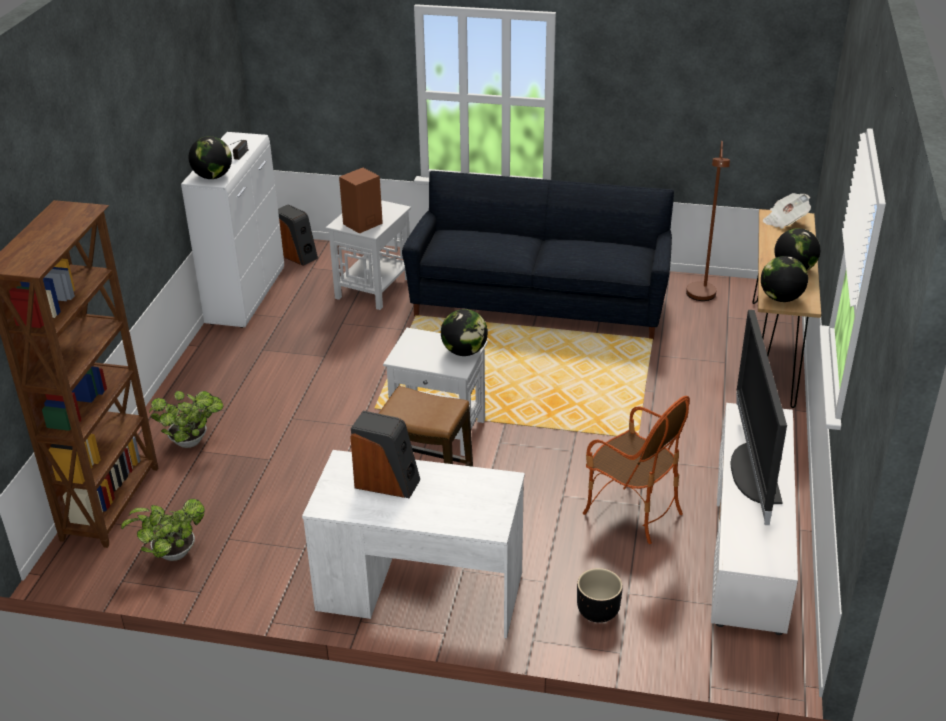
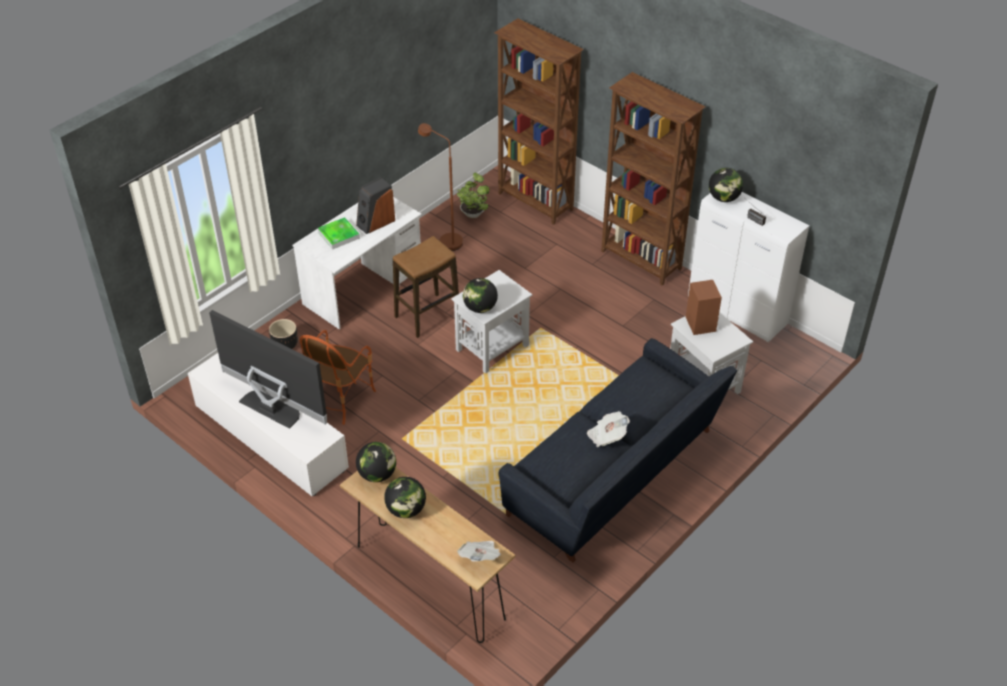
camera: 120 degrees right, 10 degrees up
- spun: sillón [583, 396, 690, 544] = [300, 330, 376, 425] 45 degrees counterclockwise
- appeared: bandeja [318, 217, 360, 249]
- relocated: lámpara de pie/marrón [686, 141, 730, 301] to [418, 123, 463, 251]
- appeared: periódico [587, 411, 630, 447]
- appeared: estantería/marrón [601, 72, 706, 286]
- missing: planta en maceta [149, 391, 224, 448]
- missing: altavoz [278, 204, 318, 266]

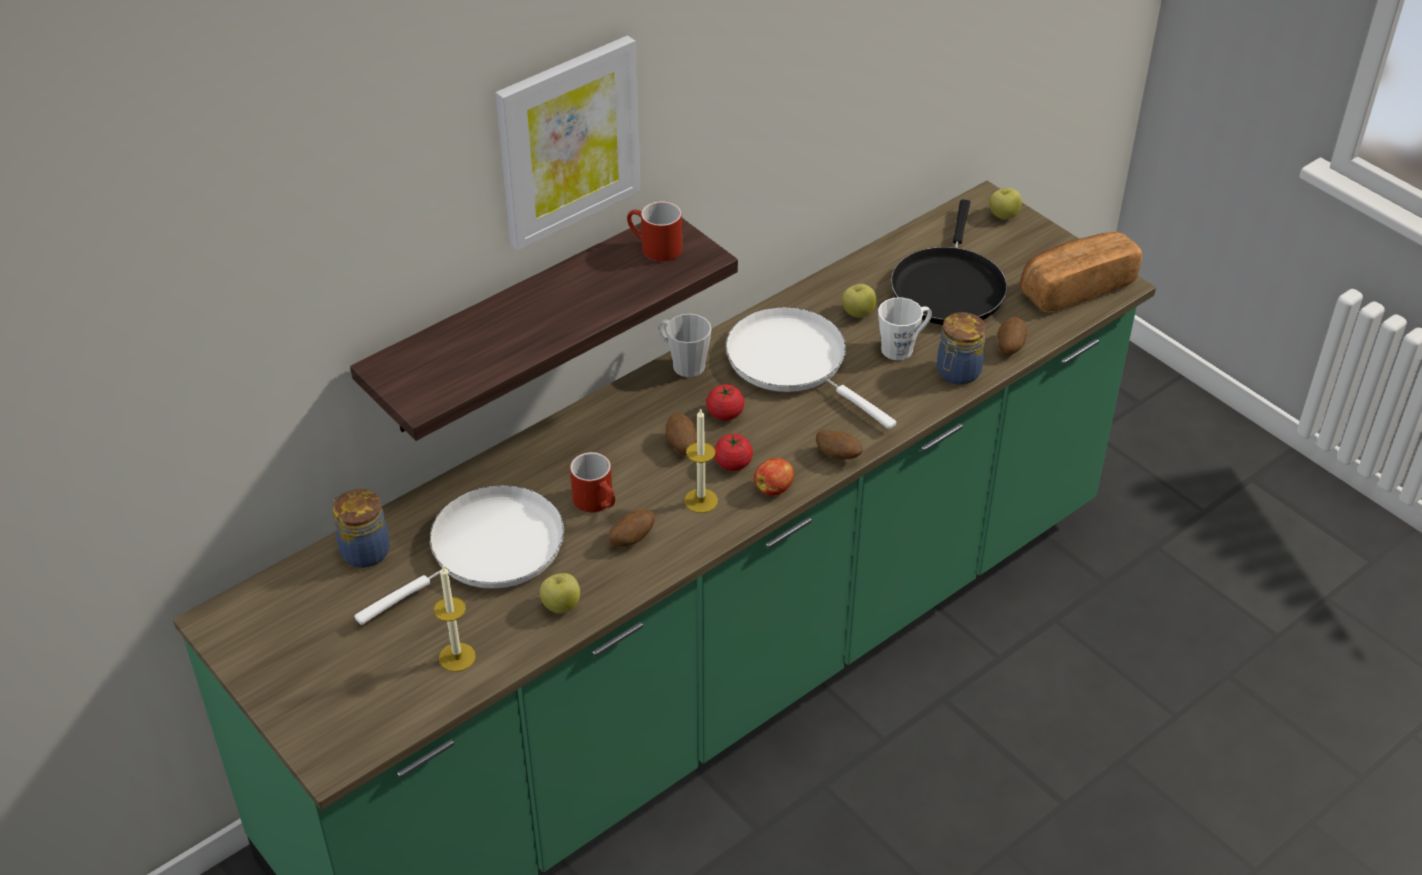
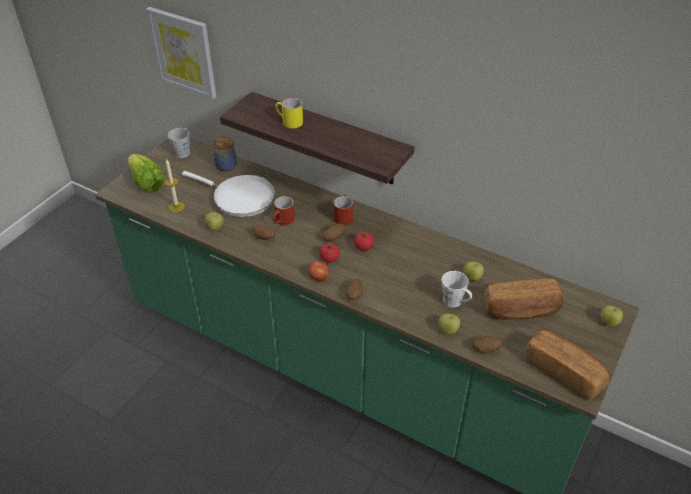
camera: 70 degrees right, 0 degrees up
- appeared: lechuga [128, 154, 165, 193]
- relocated: cuadro [495, 36, 641, 250] to [146, 7, 216, 99]
- relocated: taza grande/gris [659, 314, 711, 377] to [168, 128, 190, 158]
- appeared: taza grande/amarillo [275, 98, 303, 128]
- relocated: taza grande/rojo [627, 201, 682, 262] to [333, 195, 353, 225]
- exchanged: tarro [937, 312, 986, 385] to manzana [438, 313, 460, 334]
- exchanged: sartén/negro [891, 199, 1007, 325] to pan [484, 279, 564, 320]
- missing: vela [684, 408, 718, 513]
- missing: sartén/blanco [726, 307, 896, 429]

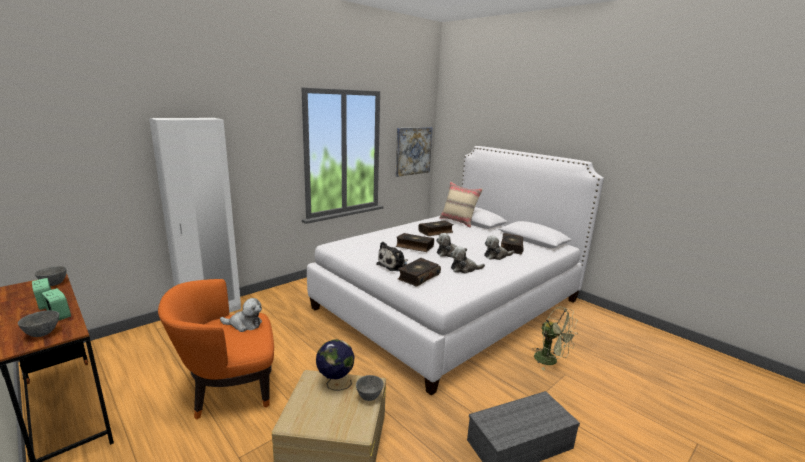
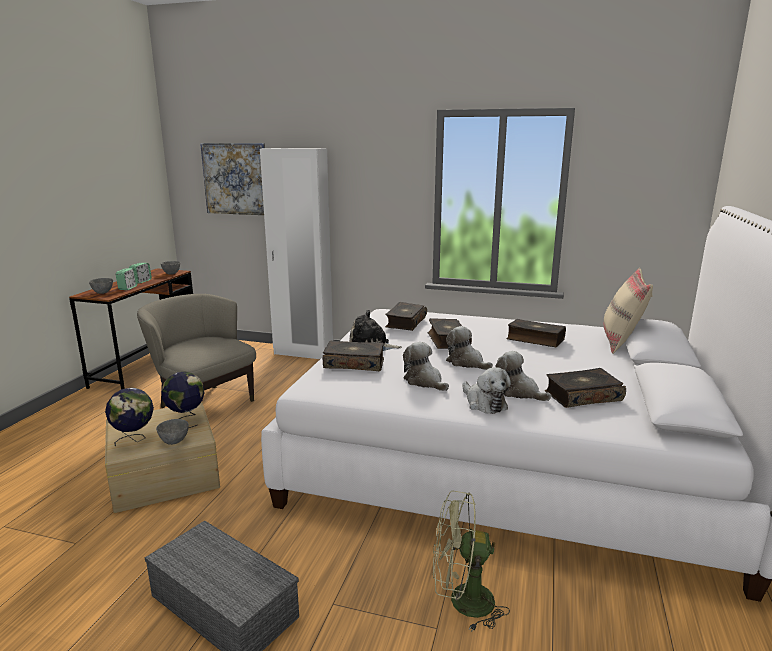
camera: 60 degrees right, 0 degrees up
- appeared: globo terráqueo [105, 388, 154, 446]
- colour: sillón/naranja [158, 279, 274, 420] to sillón/beis [137, 294, 256, 408]
- relocated: cuadro [395, 127, 433, 177] to [200, 143, 265, 215]
- appeared: libro [385, 302, 427, 331]
- spun: ventilador/verde [533, 307, 578, 371] = [433, 491, 510, 632] 75 degrees clockwise
- relocated: peluche [220, 298, 262, 332] to [463, 367, 511, 414]

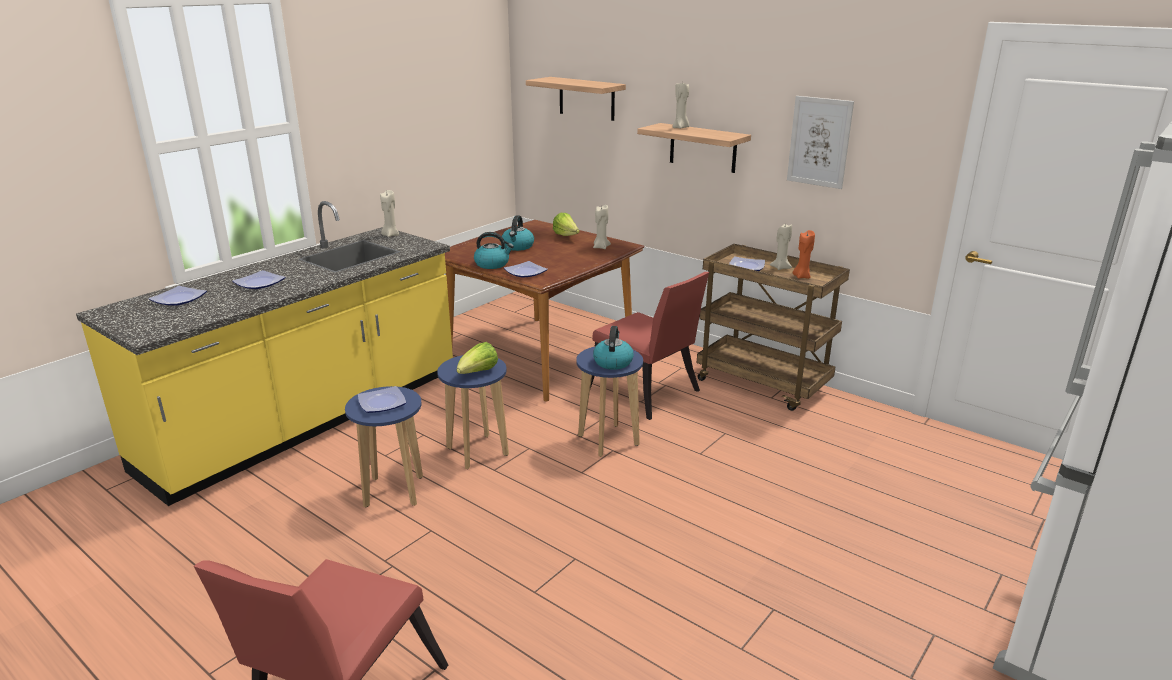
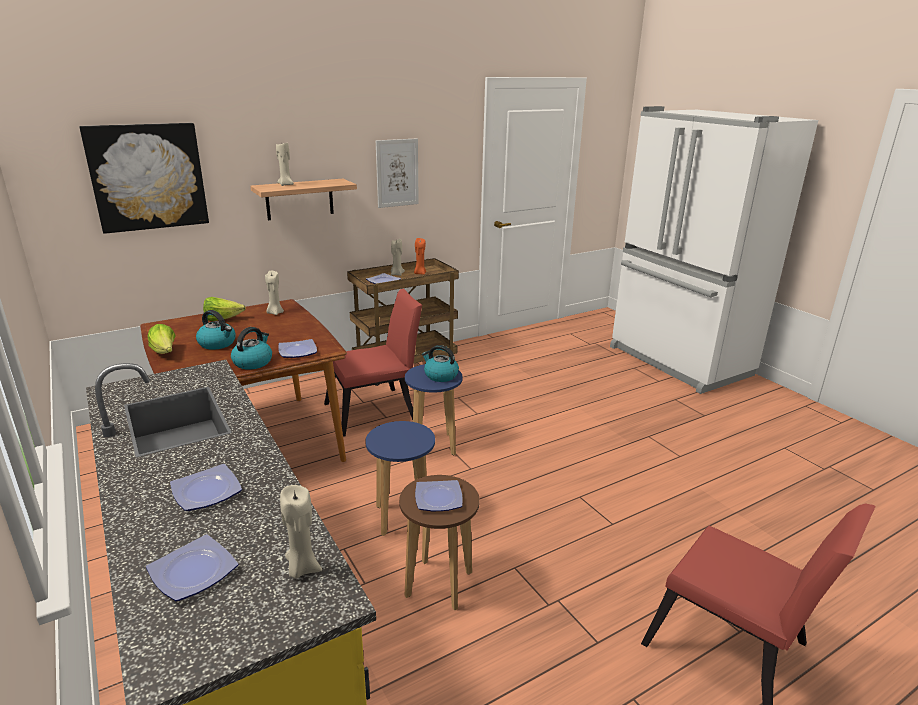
camera: 70 degrees left, 0 degrees up
- exchanged: estante [526, 77, 626, 121] to cuadro [79, 123, 209, 234]
- relocated: lechuga [457, 342, 498, 374] to [147, 324, 176, 354]
- relocated: vela/beis [380, 190, 399, 237] to [280, 485, 322, 579]
- colour: taburete/azul [345, 386, 423, 508] to taburete/marrón [399, 475, 480, 611]

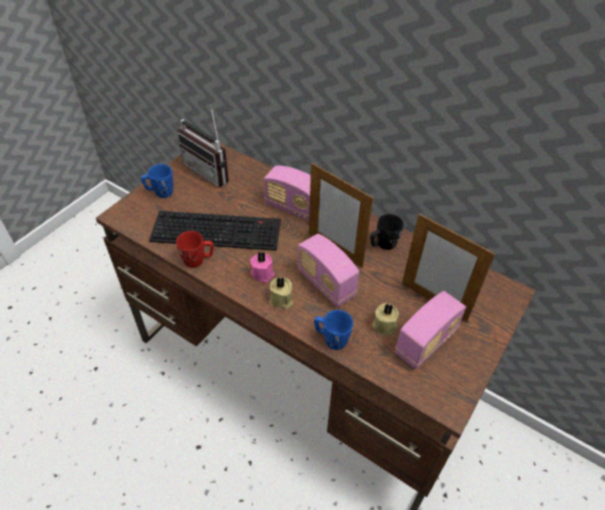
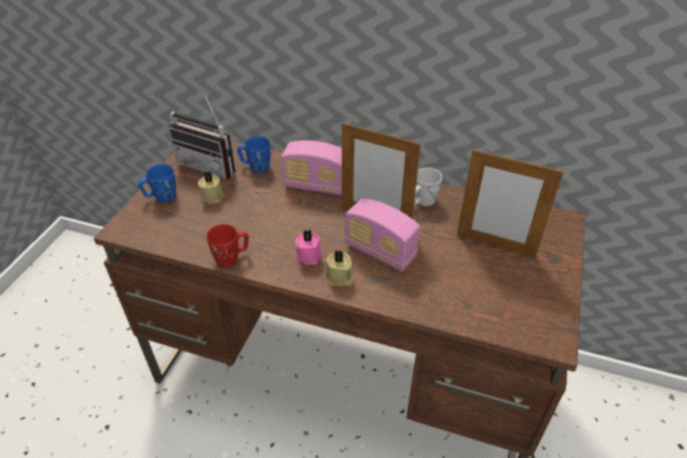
camera: 15 degrees left, 5 degrees down
- relocated: vela/beis [372, 303, 399, 335] to [198, 171, 224, 204]
- relocated: taza grande/azul [314, 310, 353, 350] to [237, 136, 271, 173]
- colour: taza grande/negro [370, 214, 404, 250] to taza grande/blanco [414, 167, 442, 206]
- missing: teclado [149, 211, 281, 251]
- missing: radio [395, 291, 466, 369]

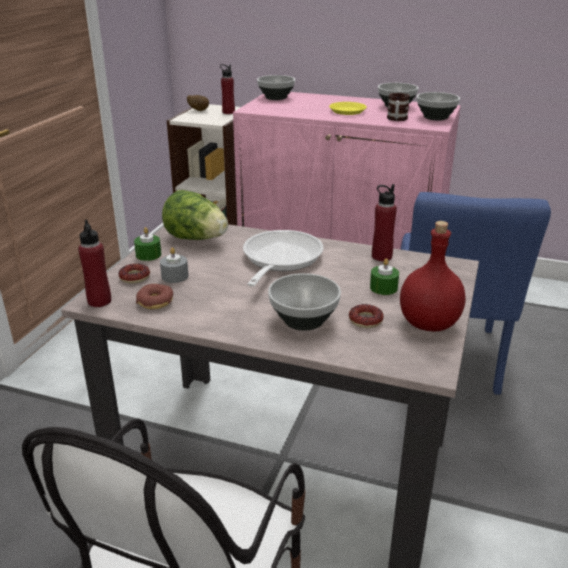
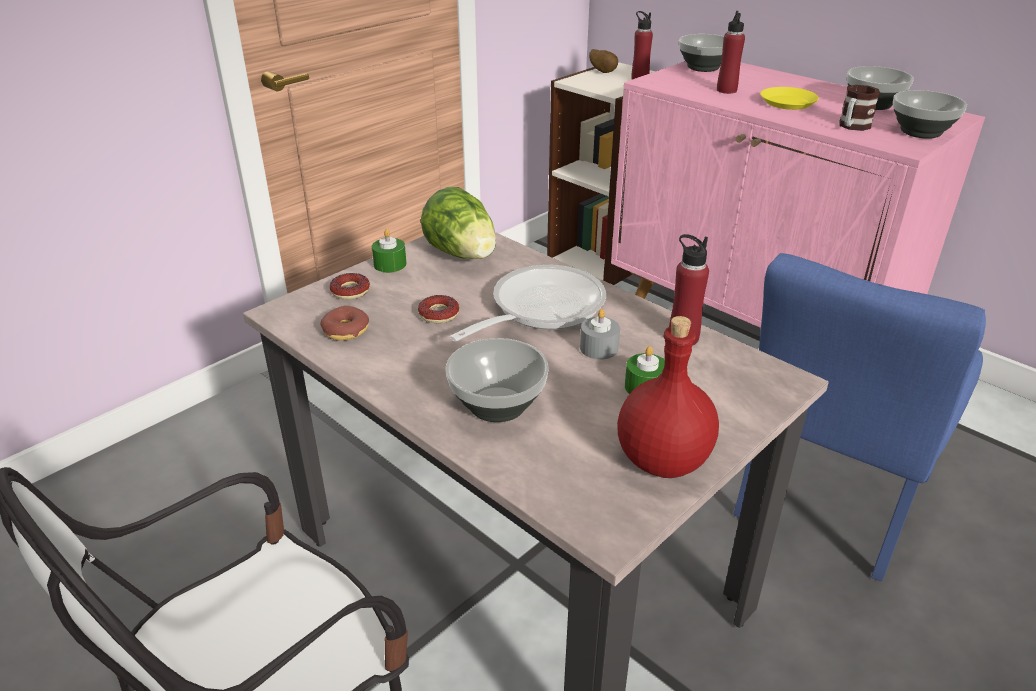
camera: 25 degrees right, 5 degrees up
- relocated: rosquilla [349, 304, 384, 328] to [418, 295, 459, 323]
- relocated: vela/gris [160, 247, 189, 283] to [580, 309, 620, 359]
- relocated: botella/rojo [78, 220, 111, 307] to [717, 11, 745, 94]

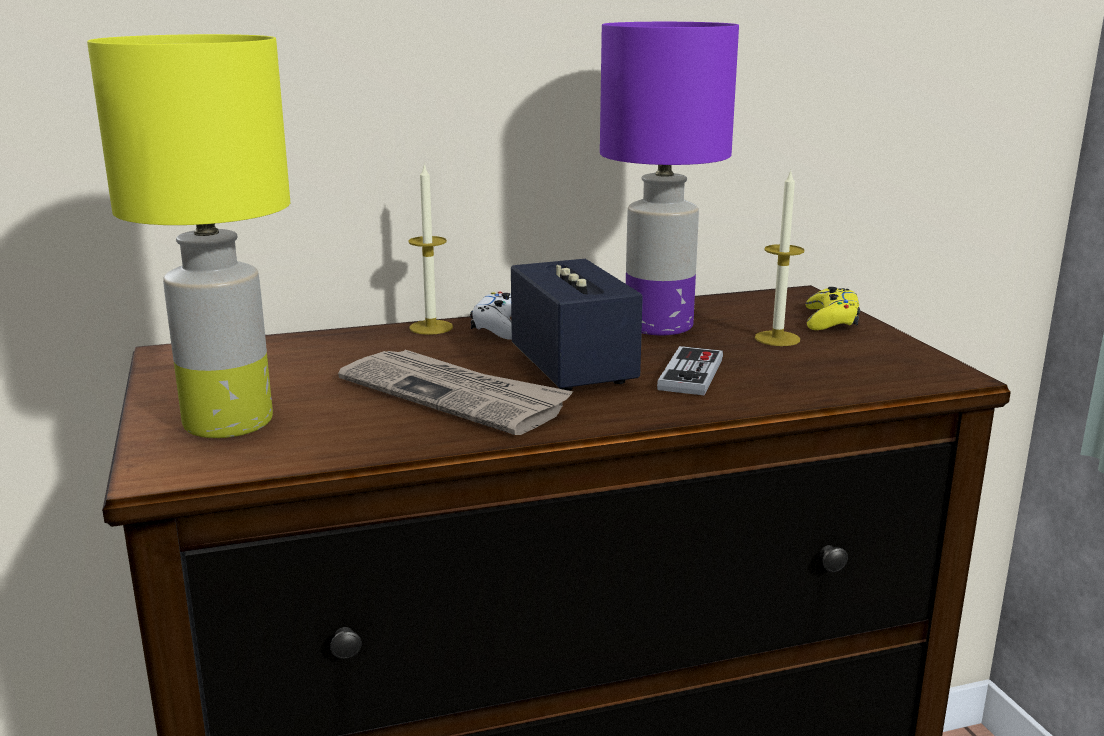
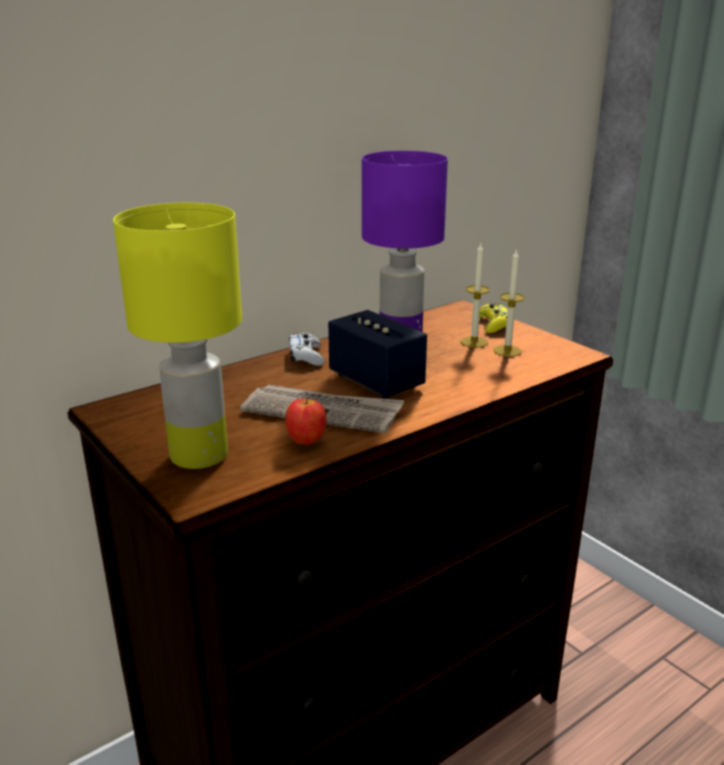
camera: 20 degrees left, 5 degrees up
- appeared: manzana [285, 397, 327, 445]
- relocated: vela [408, 163, 453, 335] to [494, 249, 525, 357]
- missing: mando de consola [657, 346, 723, 395]

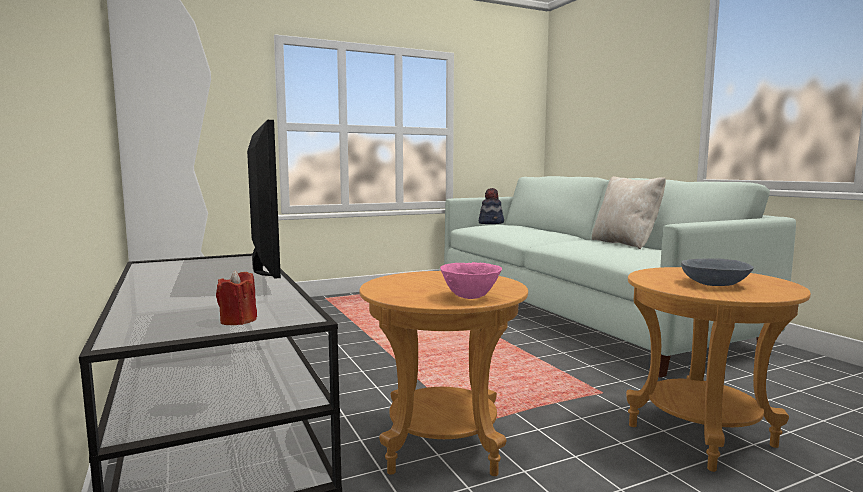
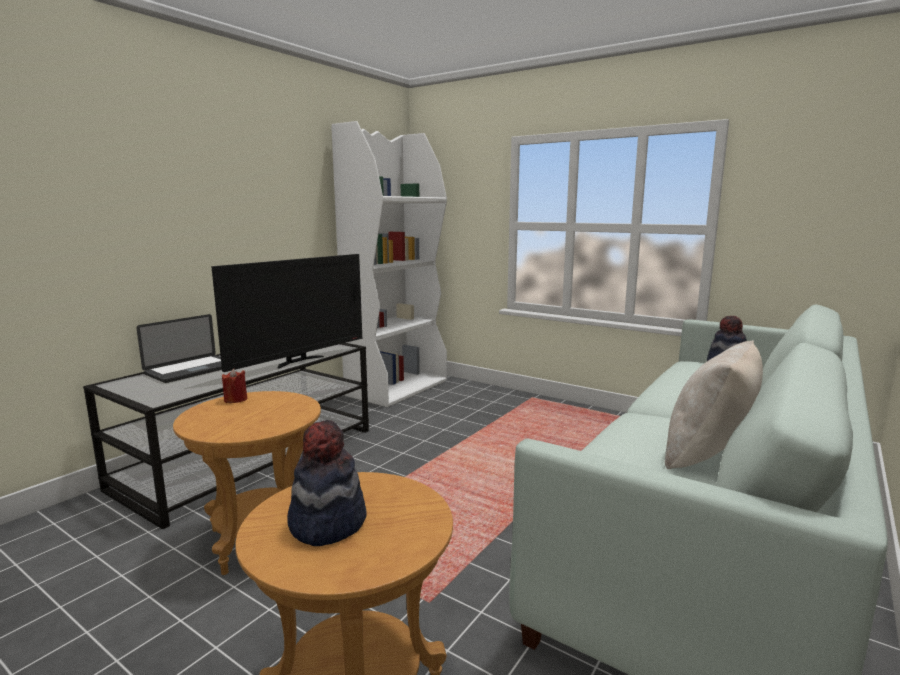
camera: 60 degrees right, 5 degrees up
- appeared: portátil [137, 314, 222, 383]
- relocated: vela/rojo [216, 270, 257, 325] to [222, 369, 247, 403]
- exchanged: cuenco/gris [681, 258, 754, 286] to sombrero [287, 420, 367, 546]
- missing: cuenco/rosa [440, 262, 502, 299]

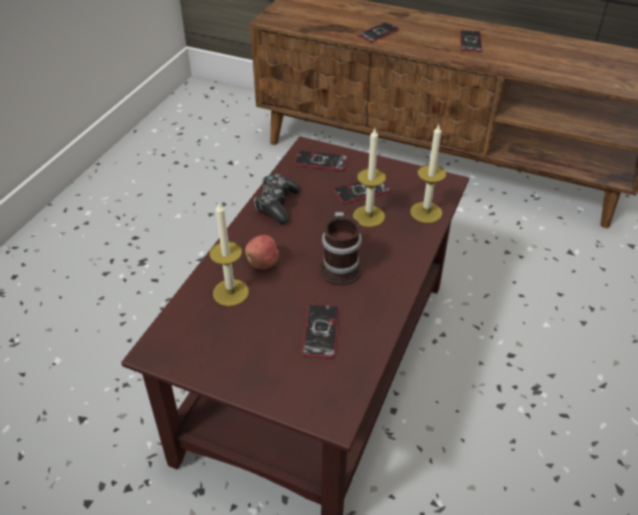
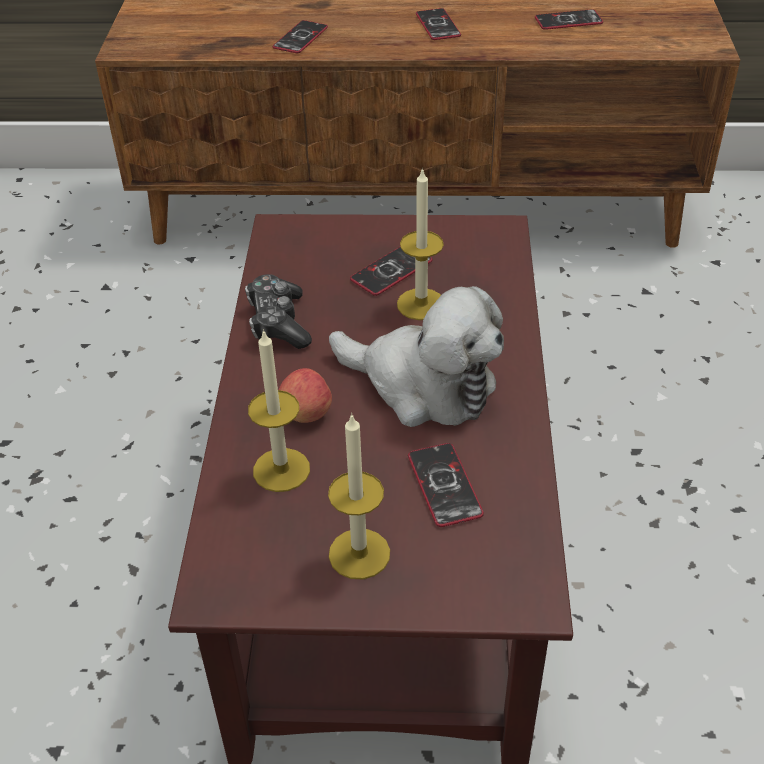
camera: 20 degrees left, 0 degrees up
- relocated: vela [410, 125, 446, 223] to [328, 413, 390, 579]
- exchanged: taza grande [320, 212, 362, 285] to peluche [329, 286, 504, 427]
- relocated: móvil [294, 150, 348, 171] to [535, 9, 603, 30]

